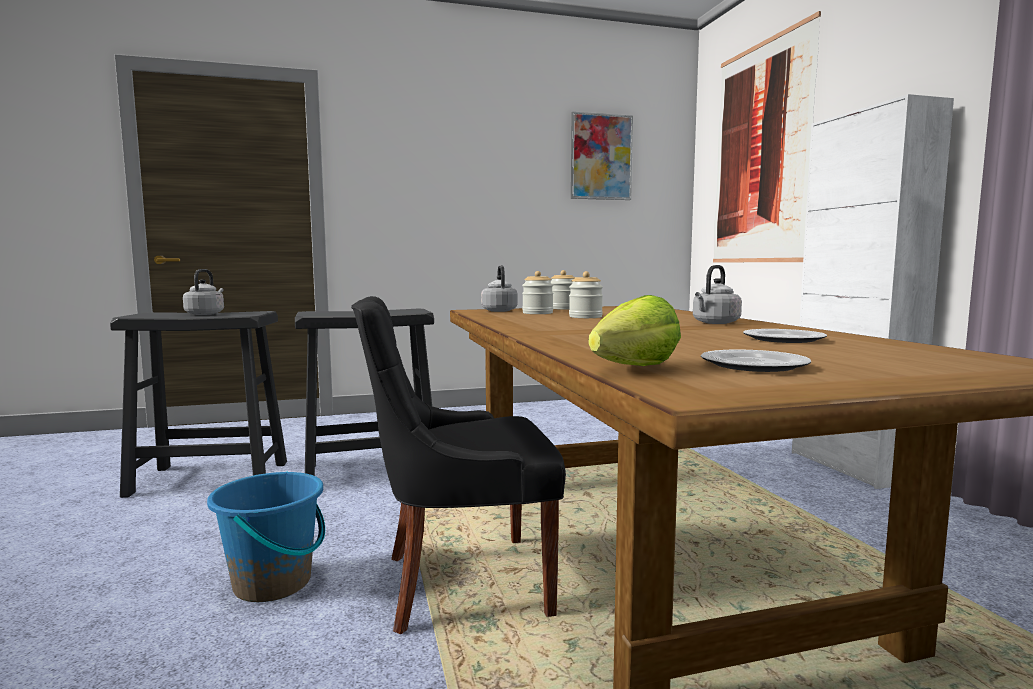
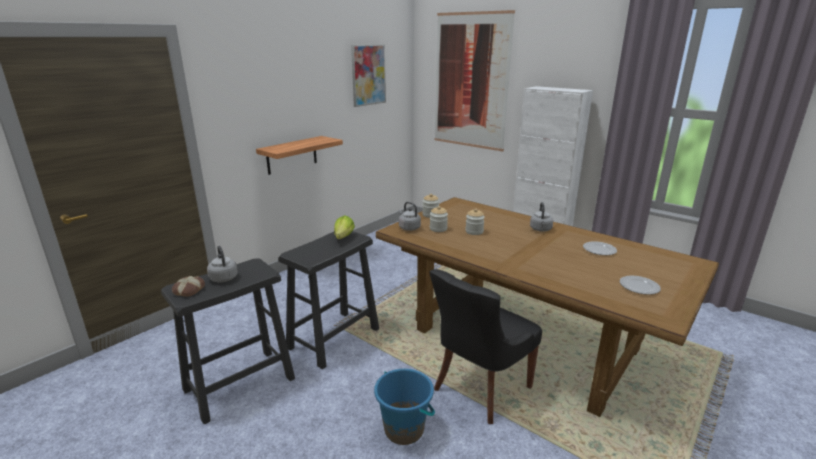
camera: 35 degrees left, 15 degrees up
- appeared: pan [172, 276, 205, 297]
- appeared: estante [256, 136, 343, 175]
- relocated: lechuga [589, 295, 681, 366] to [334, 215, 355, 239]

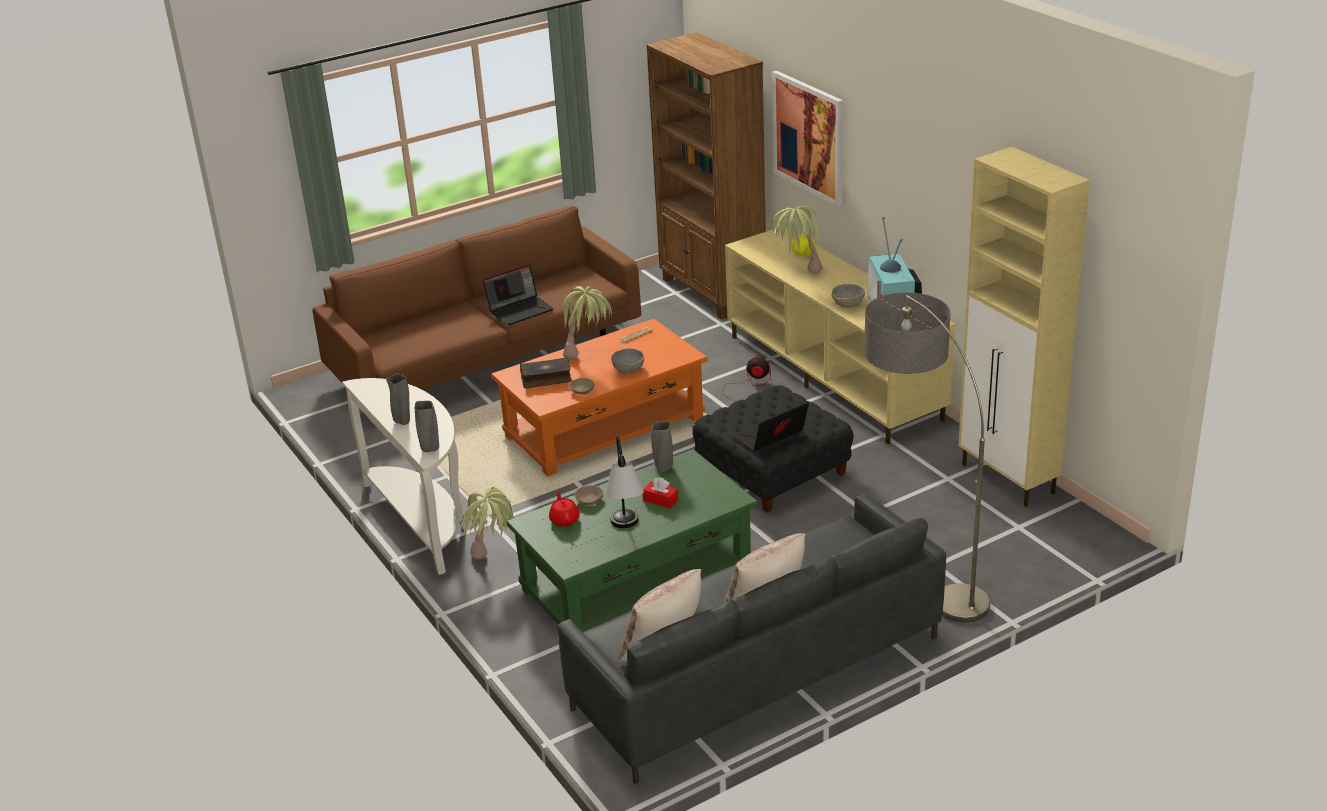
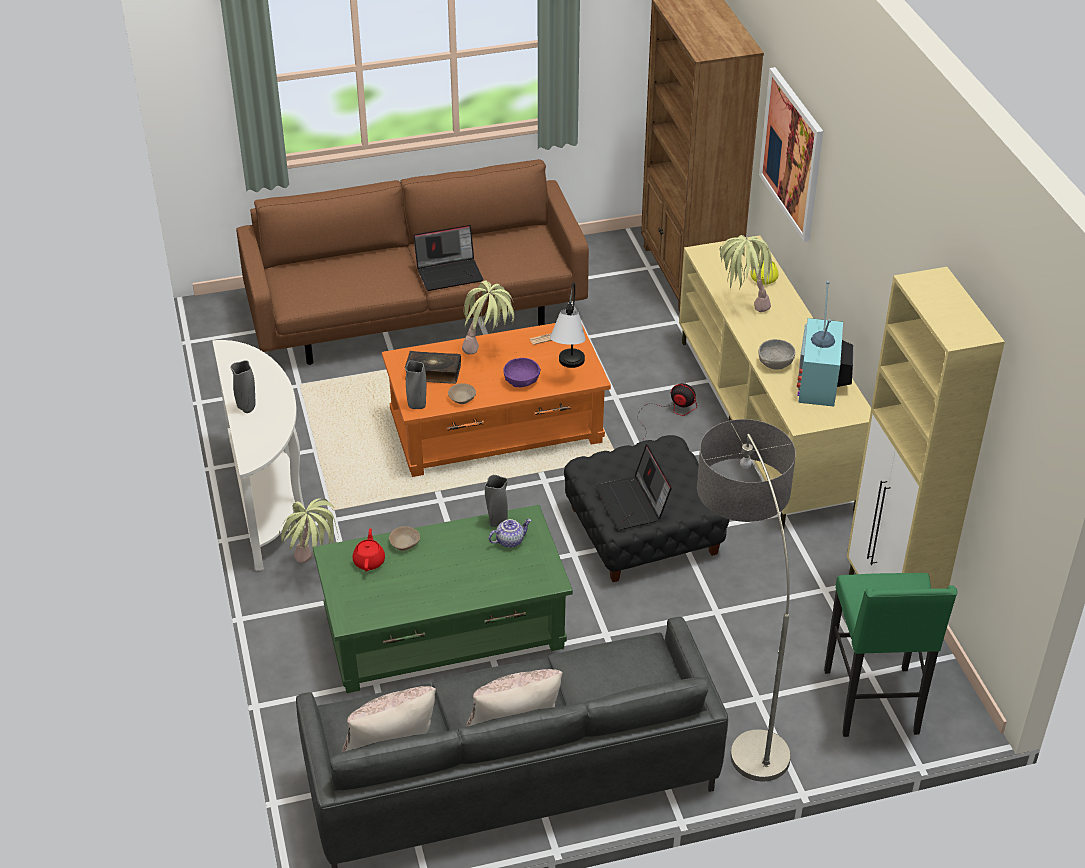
camera: 15 degrees right, 10 degrees up
- relocated: florero/gris [414, 401, 439, 452] to [405, 360, 426, 409]
- appeared: tetera [489, 519, 531, 548]
- colour: cuenco/gris [611, 348, 644, 373] to cuenco/morado [503, 358, 541, 387]
- relocated: lámpara de mesa [605, 433, 644, 528] to [550, 282, 586, 368]
- spun: portátil [731, 402, 809, 452] = [596, 444, 672, 530] 90 degrees counterclockwise
- appeared: taburete/verde [824, 573, 958, 737]
- missing: caja de pañuelos/rojo [643, 477, 679, 509]

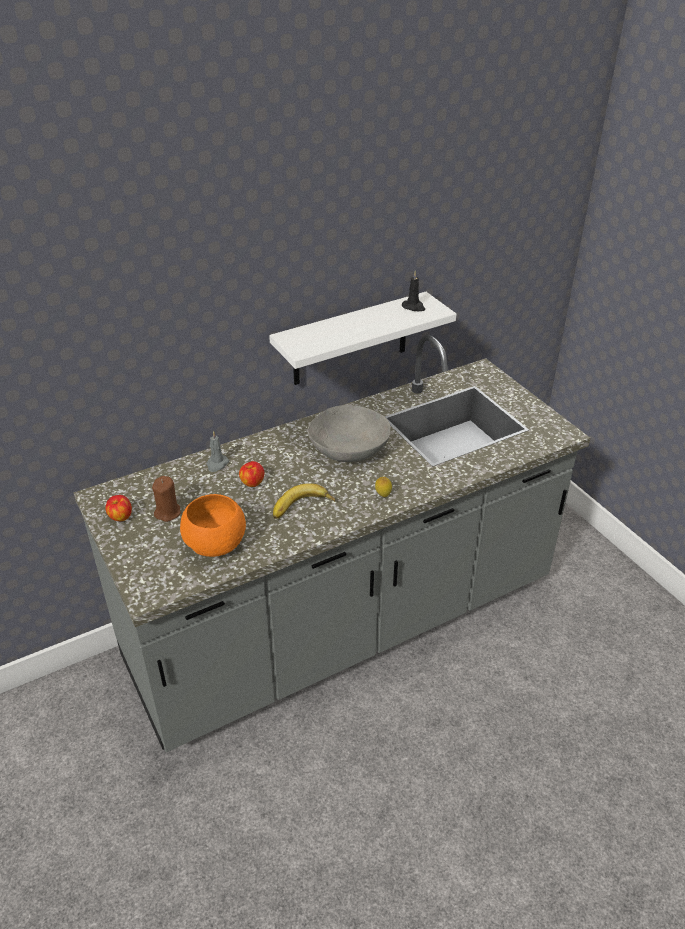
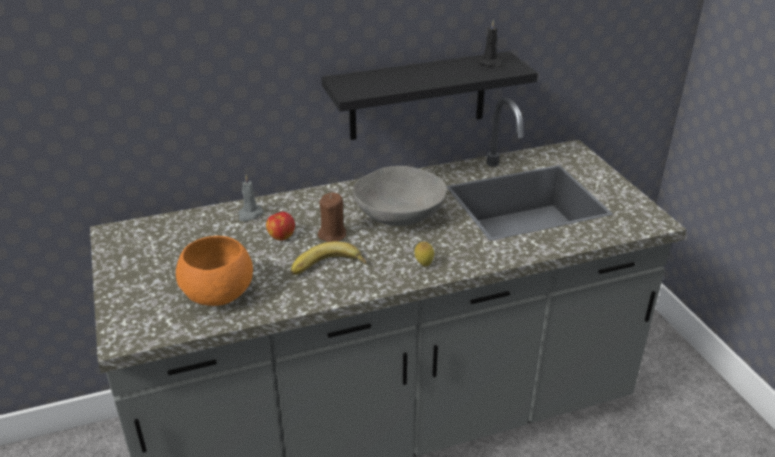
camera: 10 degrees right, 5 degrees down
- relocated: vela/marrón [152, 476, 181, 522] to [318, 192, 346, 242]
- colour: estante/blanco [269, 292, 456, 385] to estante/negro [322, 51, 538, 140]
- missing: manzana [105, 495, 132, 521]

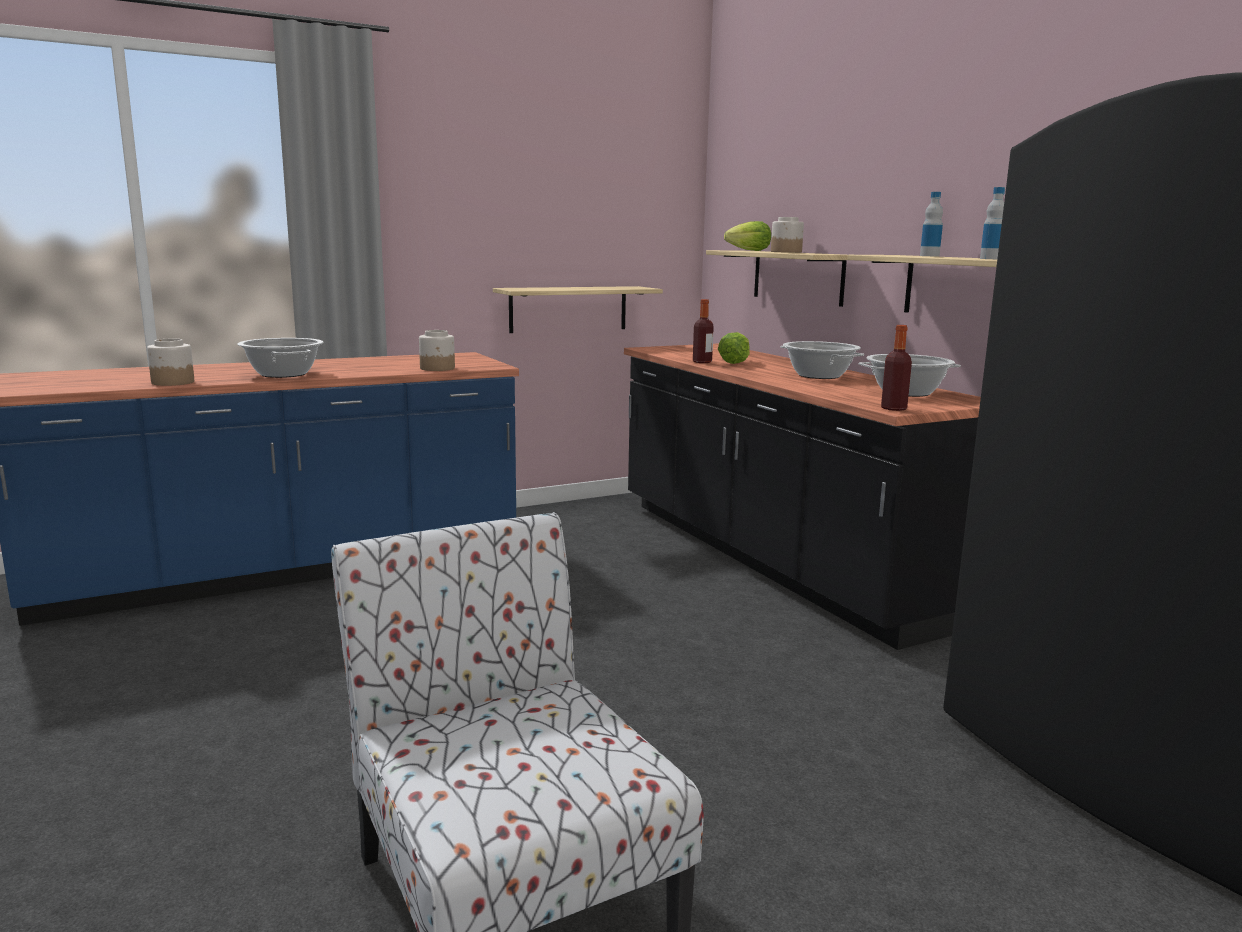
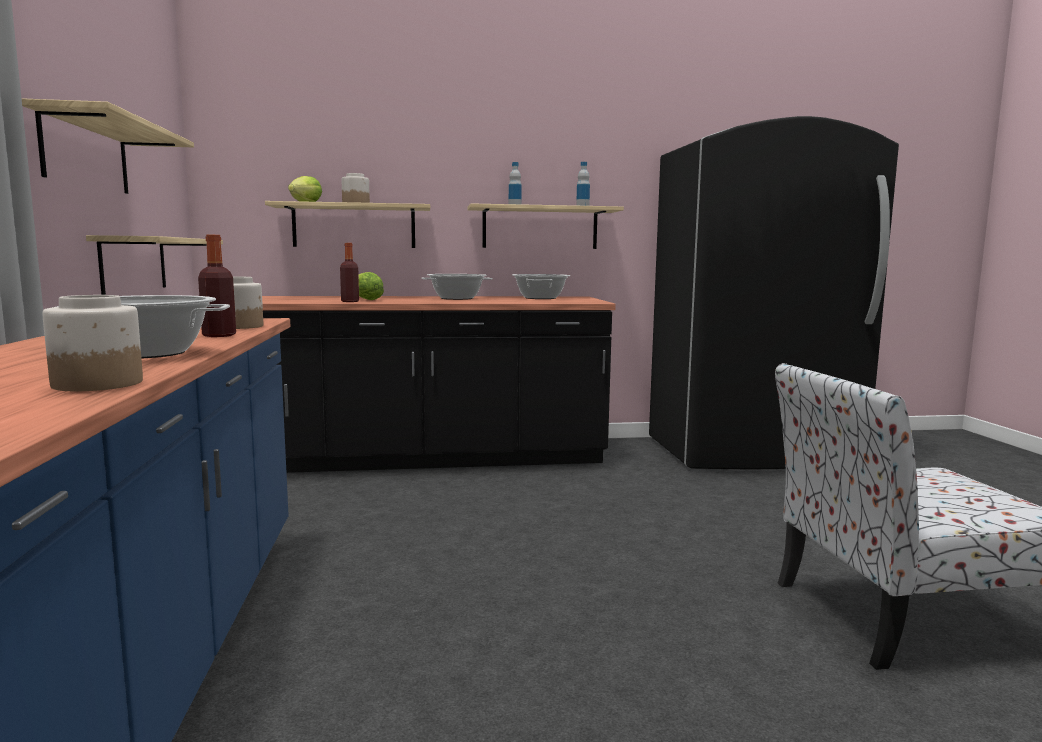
camera: 70 degrees left, 5 degrees down
- appeared: estante [21, 98, 194, 194]
- relocated: botella [881, 325, 912, 411] to [198, 235, 236, 337]

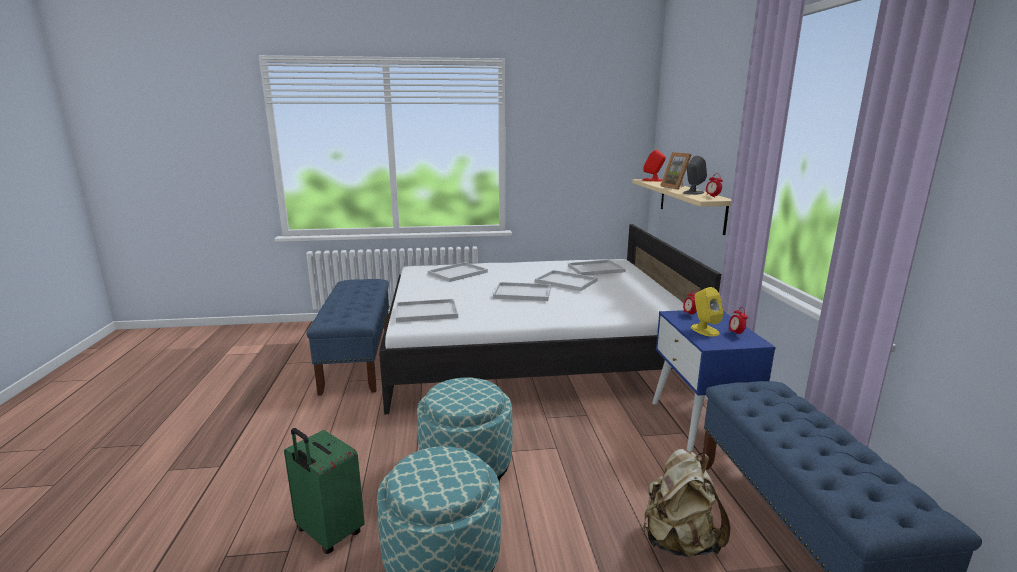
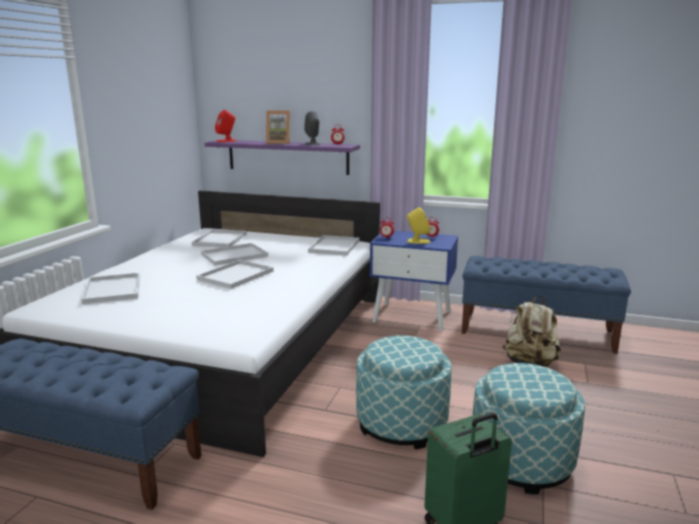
camera: 65 degrees left, 0 degrees up
- colour: estante/beis [632, 179, 732, 235] to estante/morado [205, 140, 360, 175]
- relocated: bandeja/blanco [396, 299, 458, 322] to [308, 235, 359, 256]

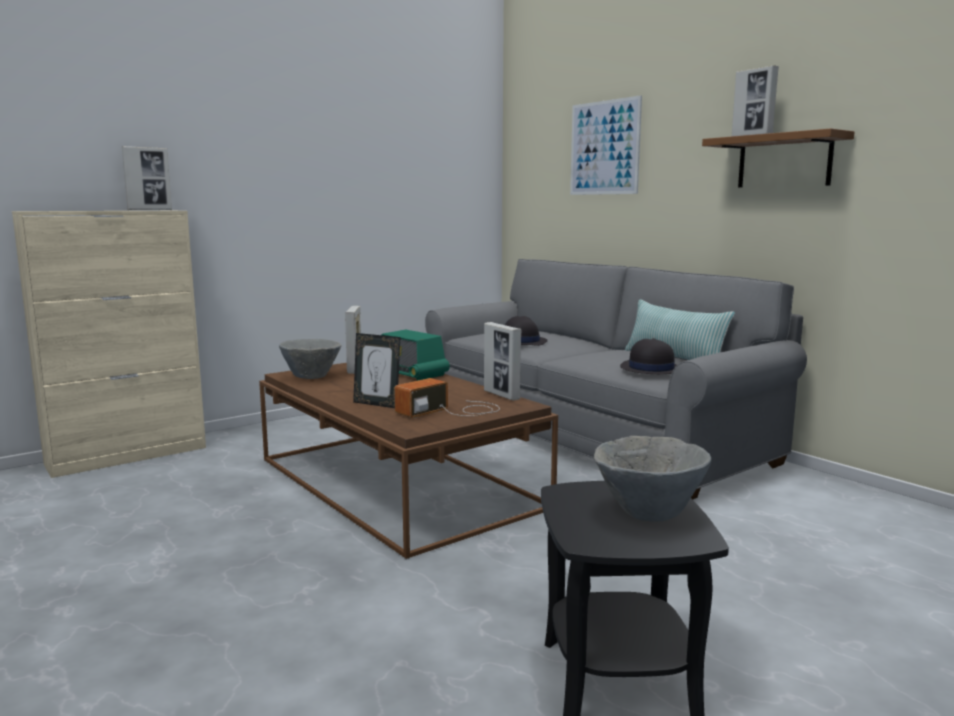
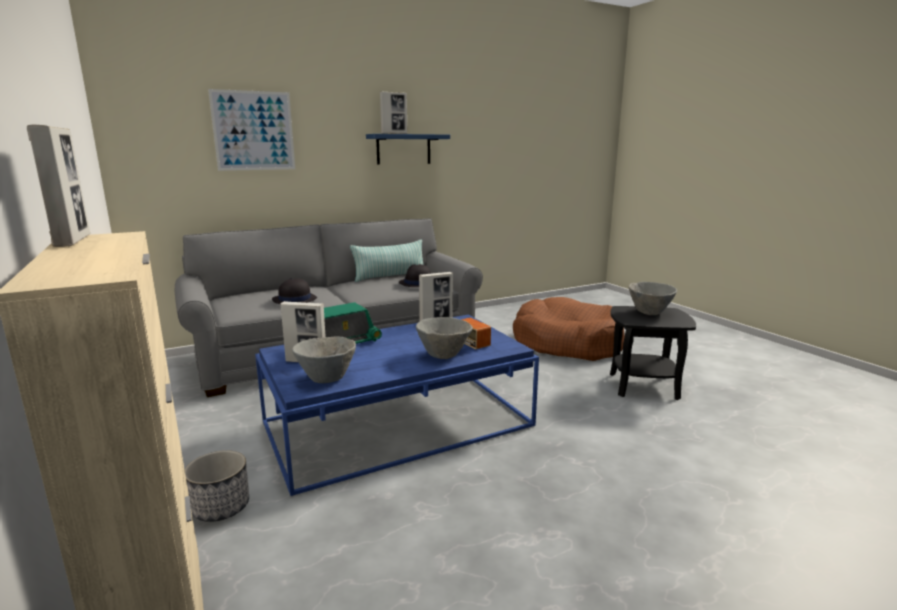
camera: 80 degrees left, 5 degrees up
- appeared: maceta [185, 450, 249, 522]
- colour: mesa de centro/marrón [259, 363, 558, 560] to mesa de centro/azul [255, 315, 539, 497]
- colour: estante/marrón [702, 128, 855, 187] to estante/azul [366, 134, 450, 165]
- exchanged: portarretratos [353, 333, 400, 408] to cuenco/gris [416, 317, 473, 359]
- appeared: cama para perro/marrón [513, 297, 624, 361]

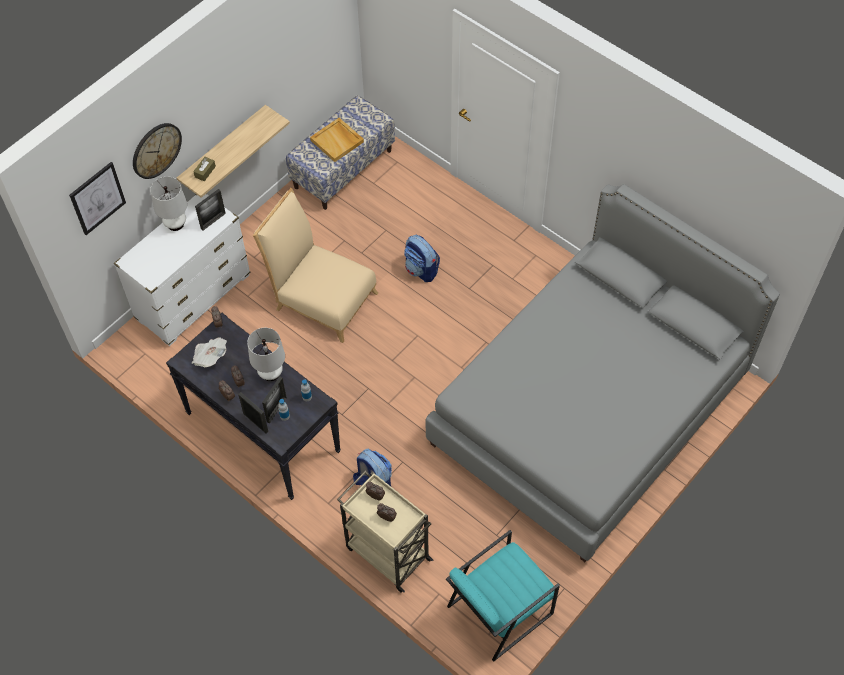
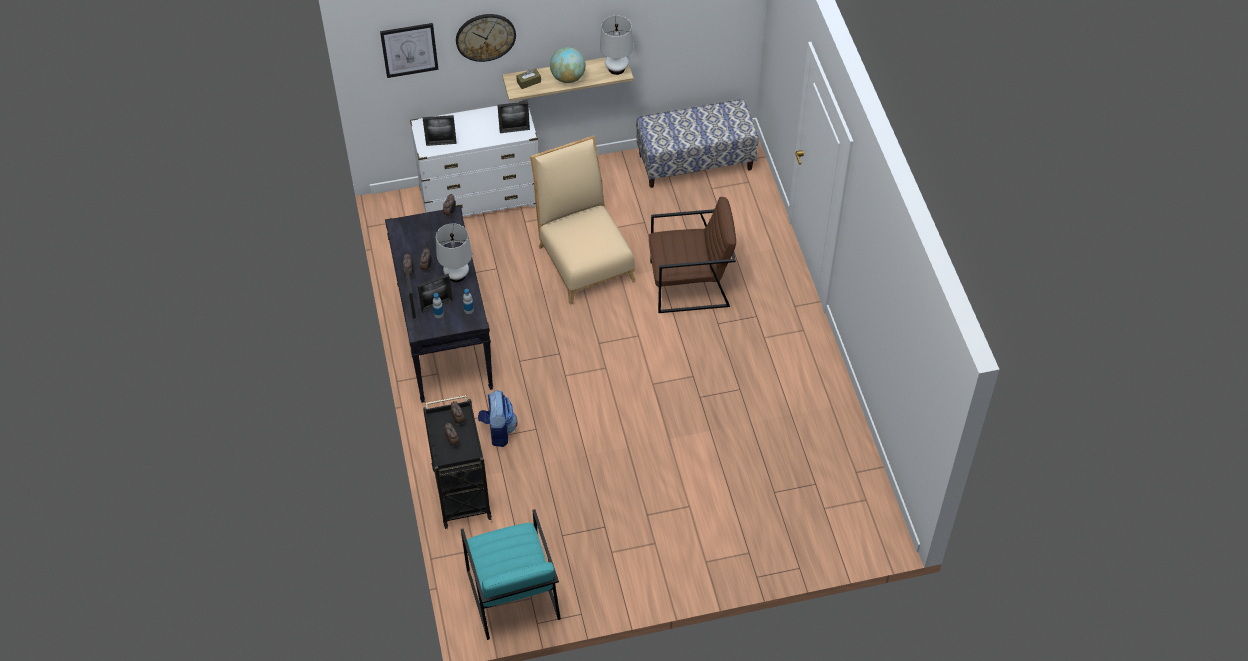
camera: 35 degrees right, 5 degrees down
- appeared: portarretratos [423, 115, 457, 146]
- colour: carrito/beis [337, 471, 433, 593] to carrito/negro [423, 395, 492, 529]
- spun: sillón/turquesa [446, 530, 560, 662] = [461, 509, 561, 640] 105 degrees counterclockwise
- appeared: globo terráqueo [550, 47, 586, 83]
- relocated: lámpara de mesa/blanco [150, 177, 187, 231] to [600, 16, 633, 75]
- exchanged: mochila [404, 235, 440, 282] to sillón/marrón [649, 197, 736, 313]
- missing: periódico [191, 337, 227, 367]
- missing: bandeja/beis [310, 118, 364, 162]
- missing: cama/gris [425, 184, 780, 562]

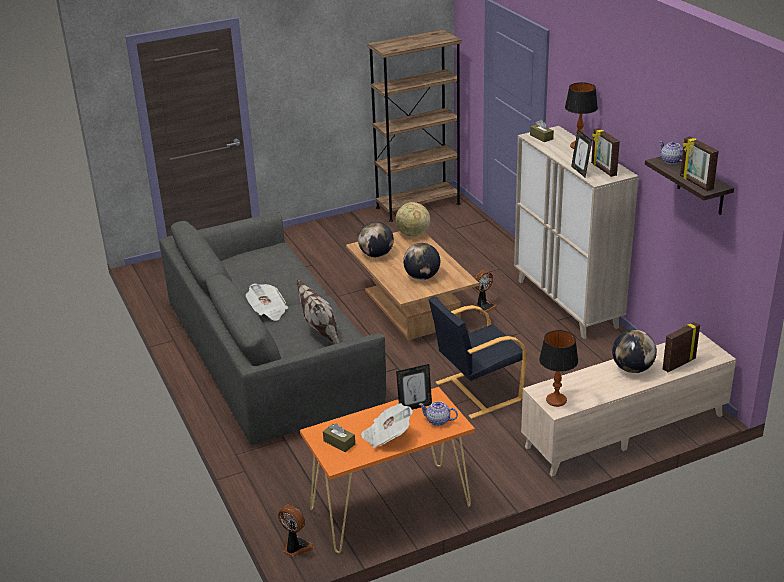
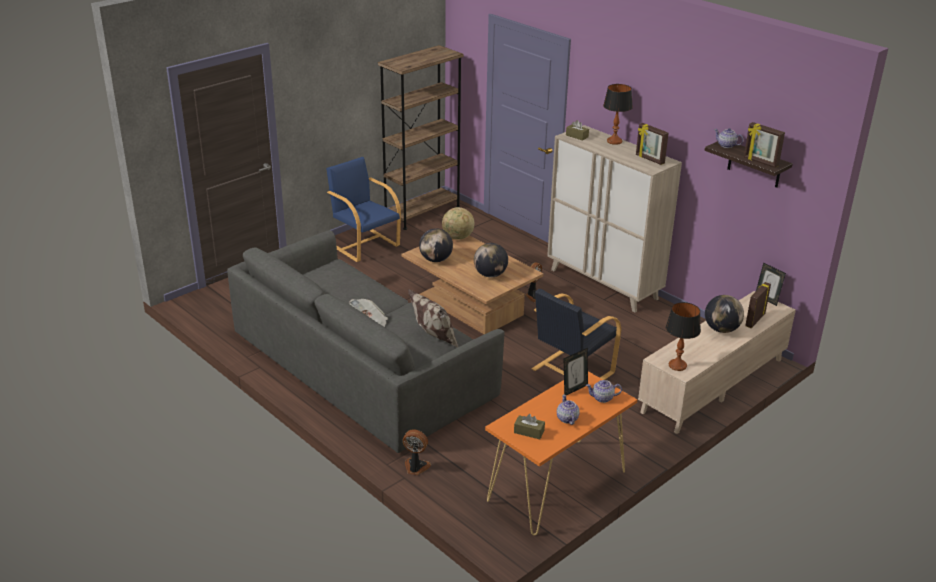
camera: 20 degrees left, 0 degrees up
- appeared: sillón/azul [326, 157, 401, 262]
- relocated: ventilador [278, 505, 314, 557] to [403, 429, 431, 475]
- exchanged: periódico [361, 403, 413, 448] to tetera [557, 395, 580, 425]
- relocated: portarretratos [571, 130, 592, 177] to [756, 262, 786, 306]

